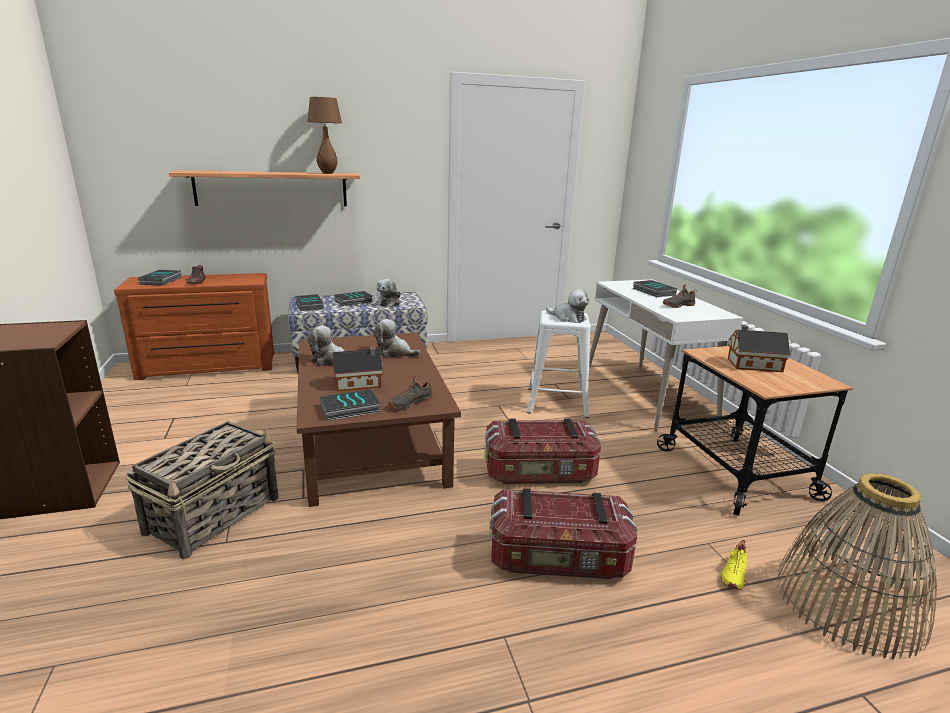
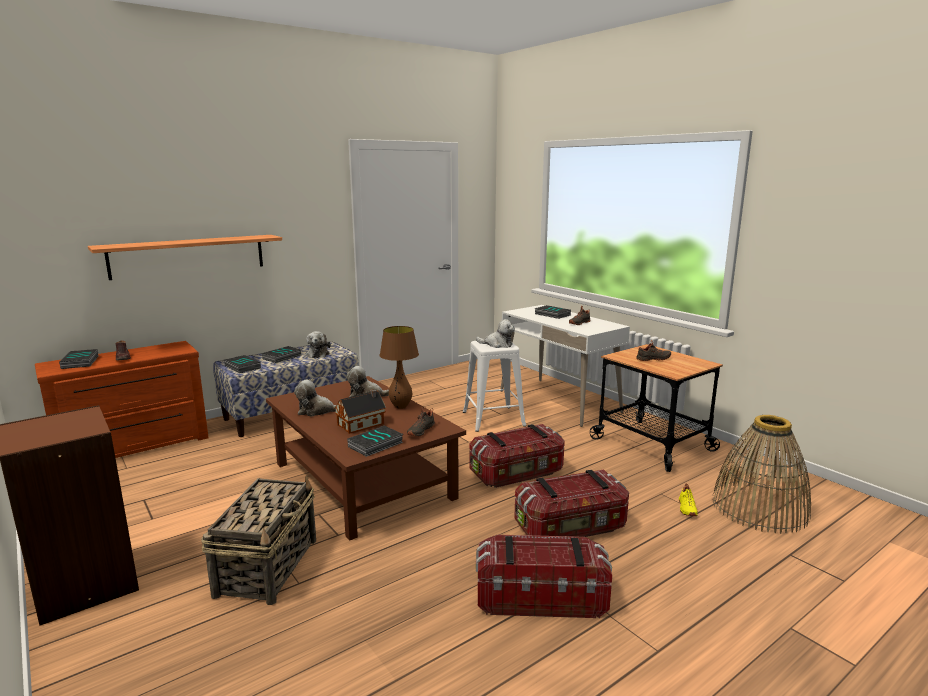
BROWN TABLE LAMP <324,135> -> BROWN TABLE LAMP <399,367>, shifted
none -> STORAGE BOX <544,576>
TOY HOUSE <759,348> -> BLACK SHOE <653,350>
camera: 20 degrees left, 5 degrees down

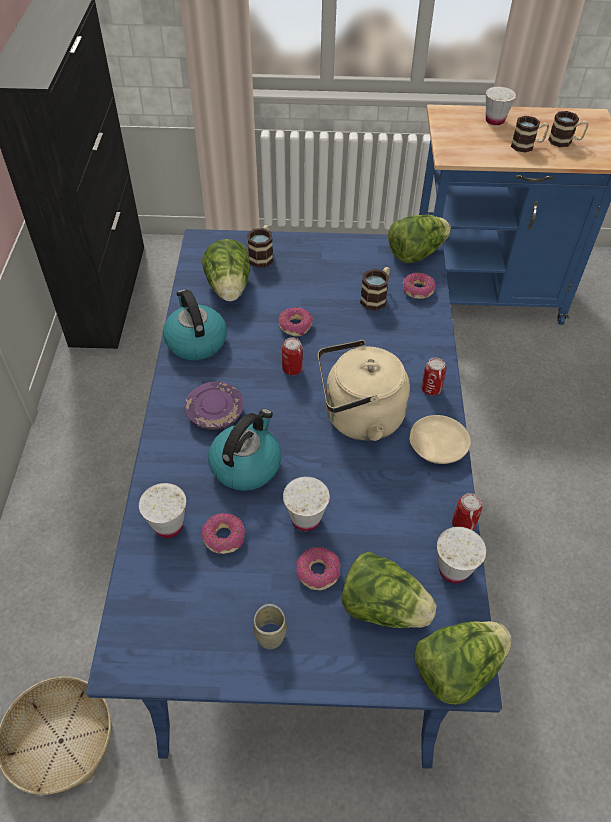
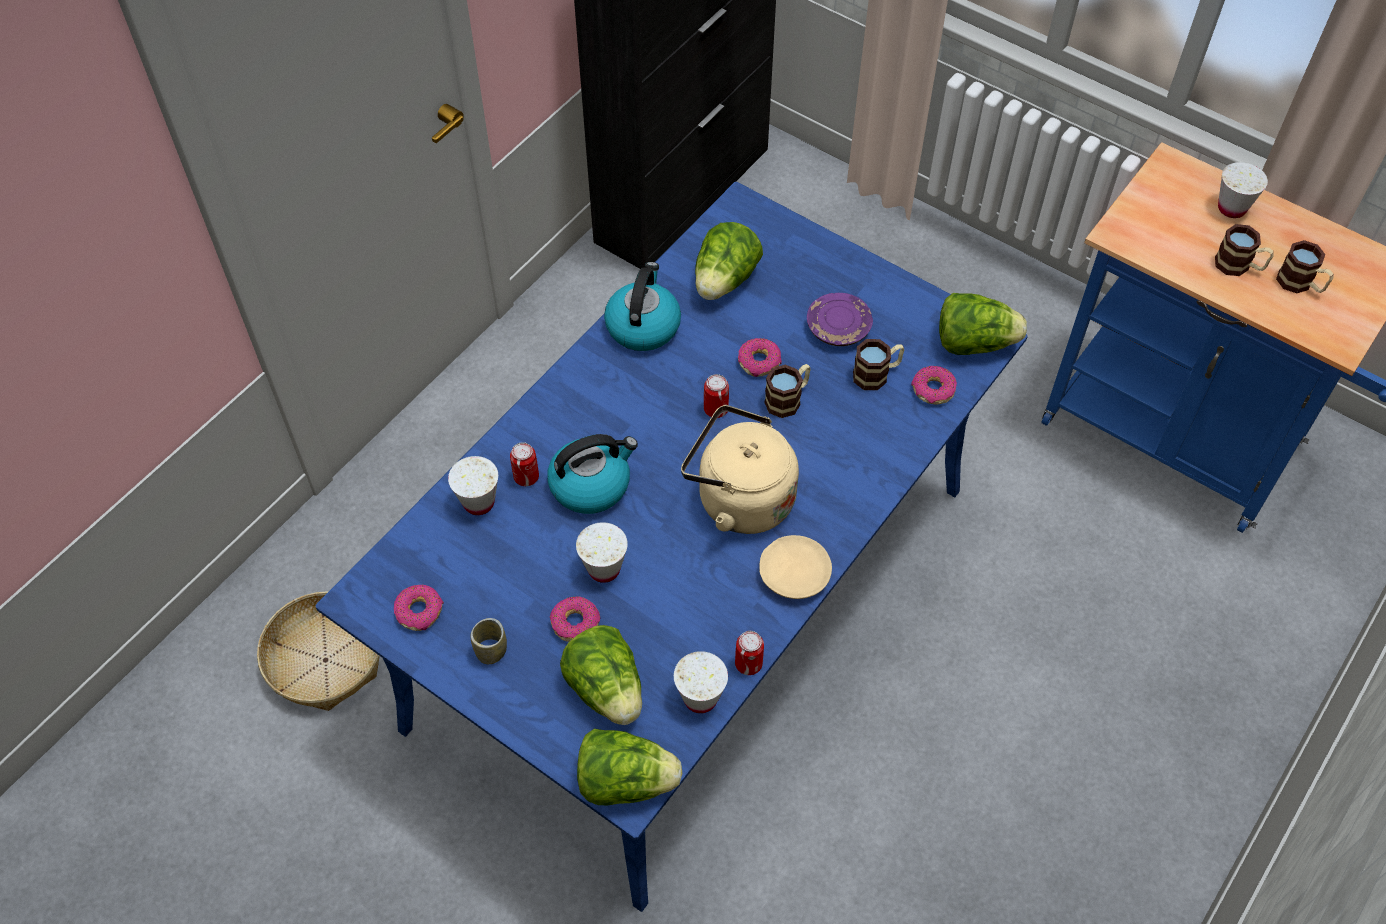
DONUT <223,533> -> DONUT <419,608>, shifted
CAN <433,376> -> CAN <524,464>, shifted
MUG <260,246> -> MUG <787,391>, shifted
PURPLE PLATE <214,406> -> PURPLE PLATE <840,319>, shifted
camera: 35 degrees right, 5 degrees up

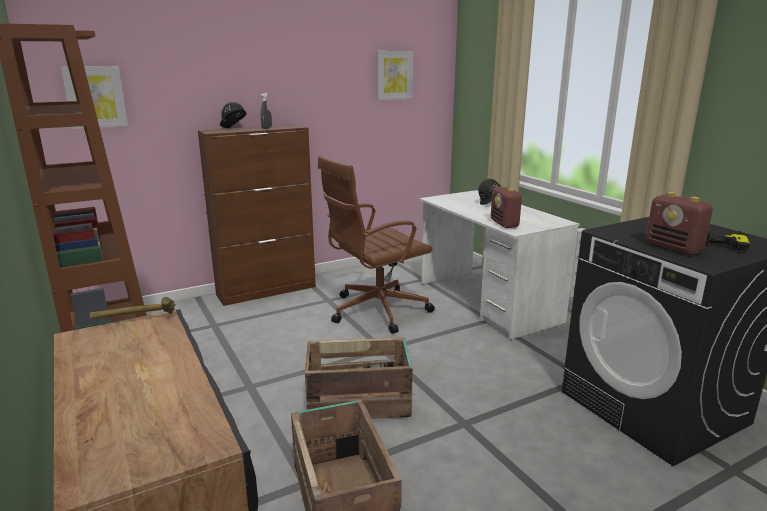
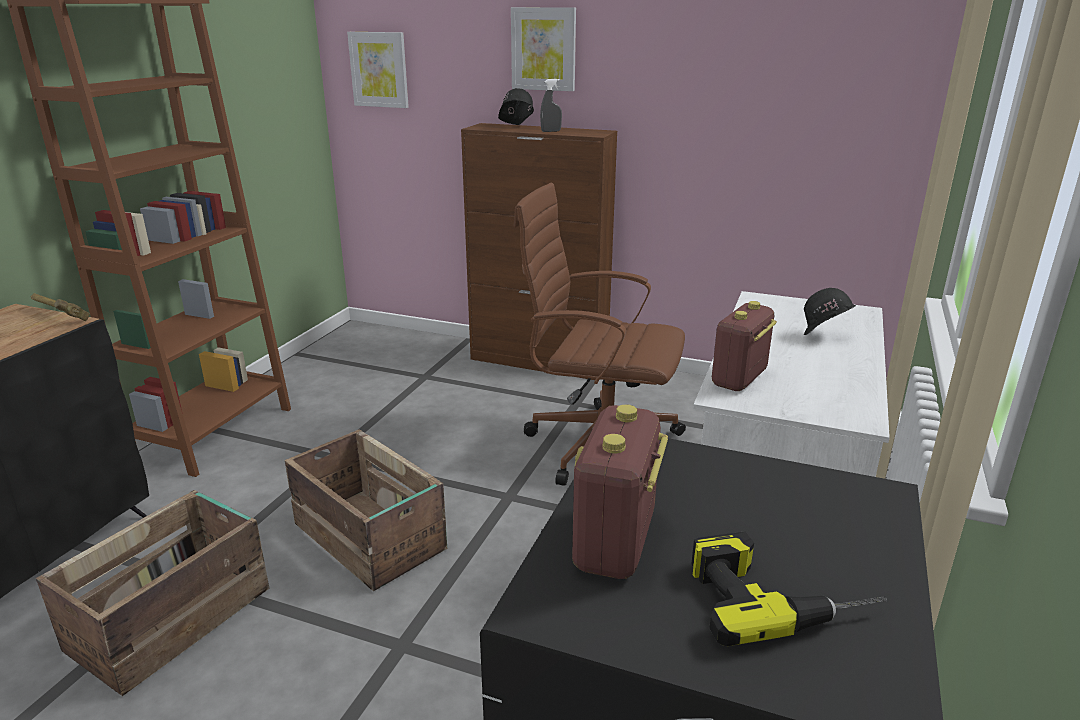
PICTURE <395,75> -> PICTURE <543,49>, shifted
camera: 50 degrees right, 5 degrees up

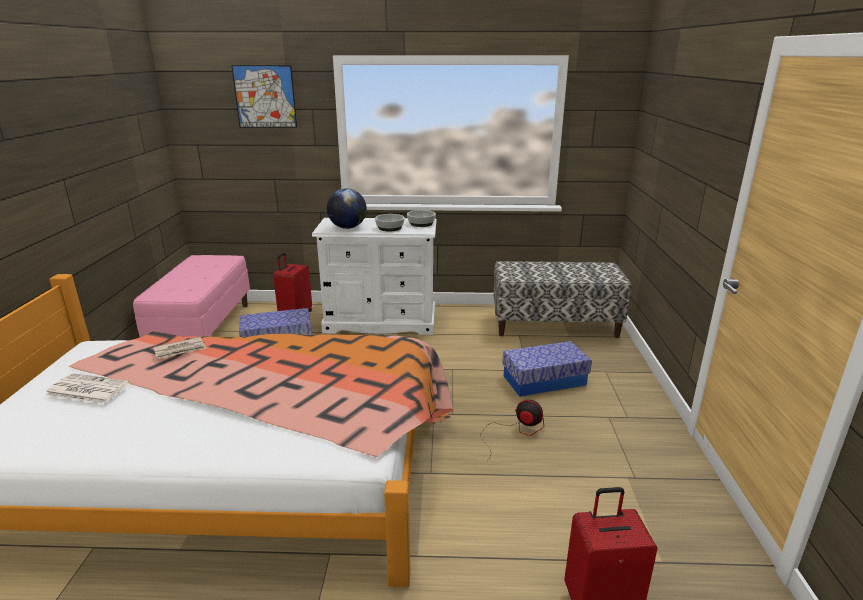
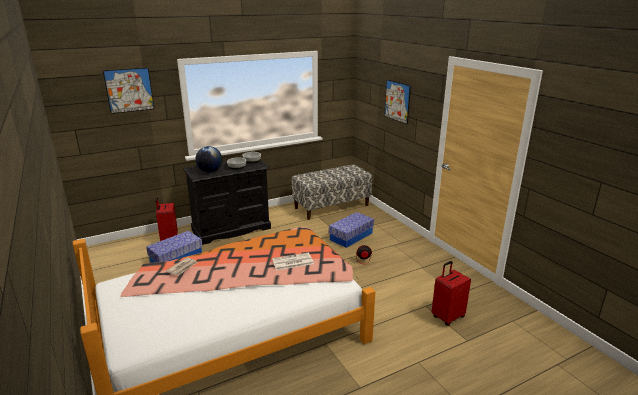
WHITE DRESSER <374,276> -> BLACK DRESSER <227,202>
NEWSPAPER <87,388> -> NEWSPAPER <293,261>, shifted
none -> PICTURE <397,102>
PINK BENCH <191,296> -> none
camera: 30 degrees left, 0 degrees up

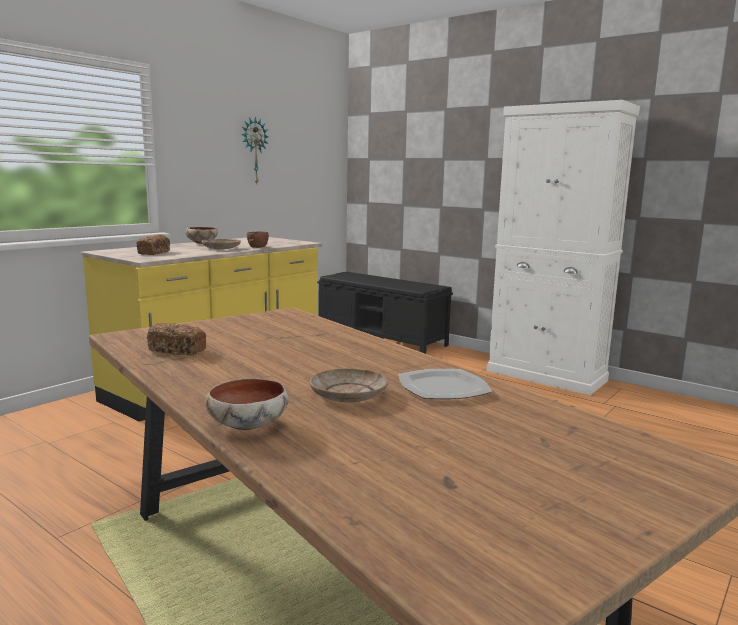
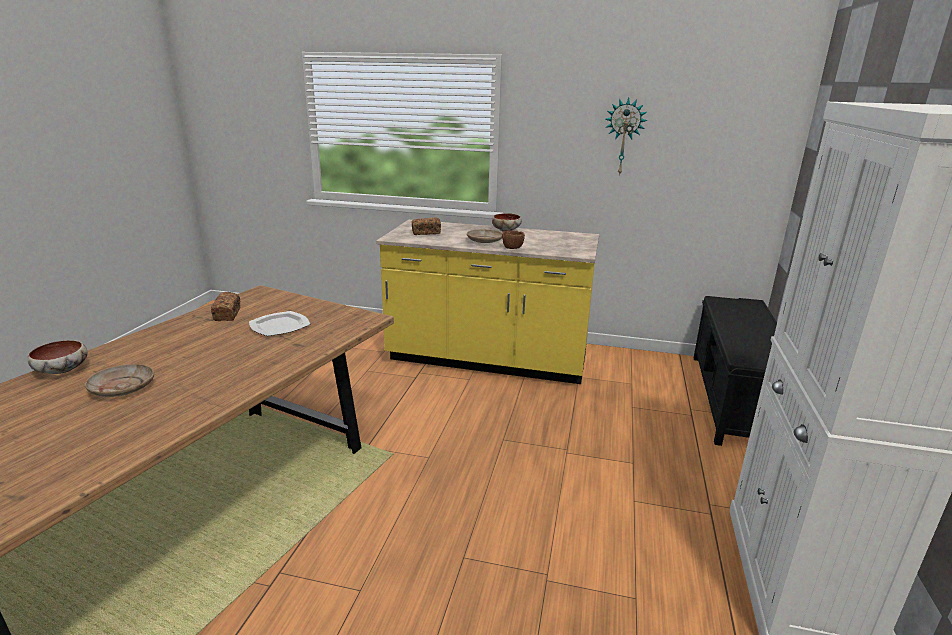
PLATE <445,384> -> PLATE <279,323>, shifted
camera: 65 degrees right, 10 degrees up

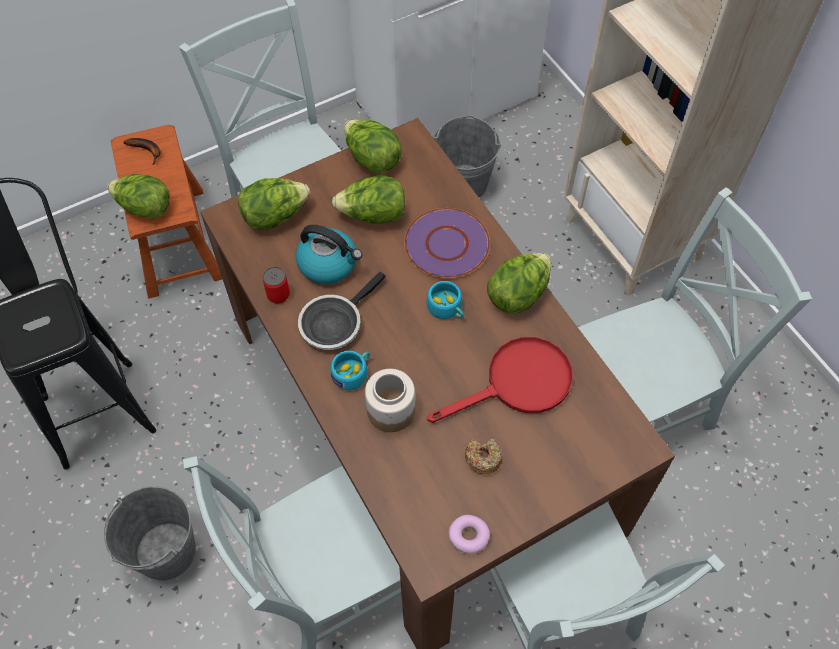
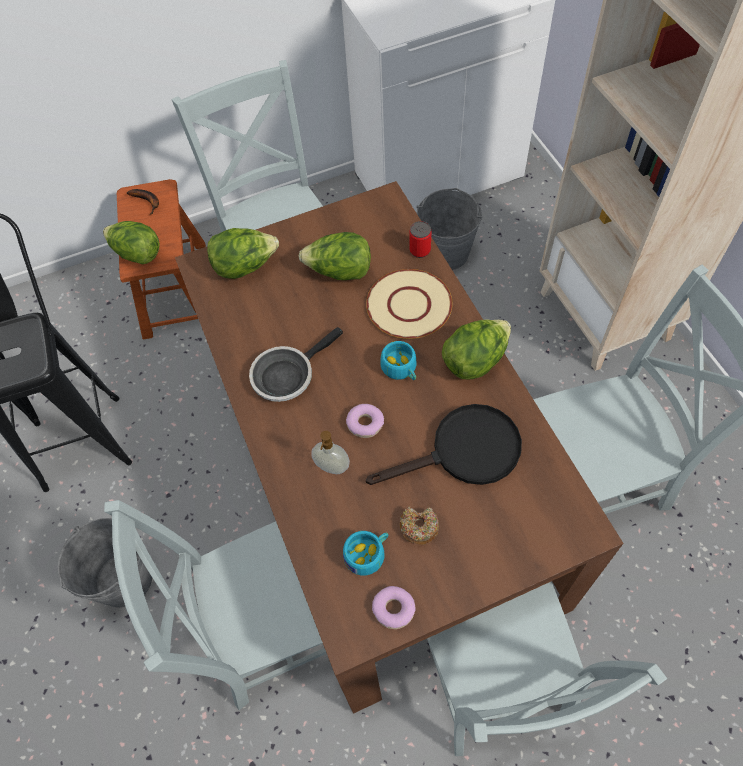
JAR <390,400> -> SOAP DISPENSER <330,452>
TURQUOISE CUP <350,370> -> TURQUOISE CUP <365,553>, shifted
none -> DONUT <365,421>
PURPLE PLATE <447,243> -> BEIGE PLATE <409,304>
RED FRYING PAN <500,380> -> BLACK FRYING PAN <444,444>
CAN <276,285> -> CAN <420,239>, shifted
KETTLE <329,254> -> none
LETTUCE <373,147> -> none
camera: 10 degrees right, 0 degrees up

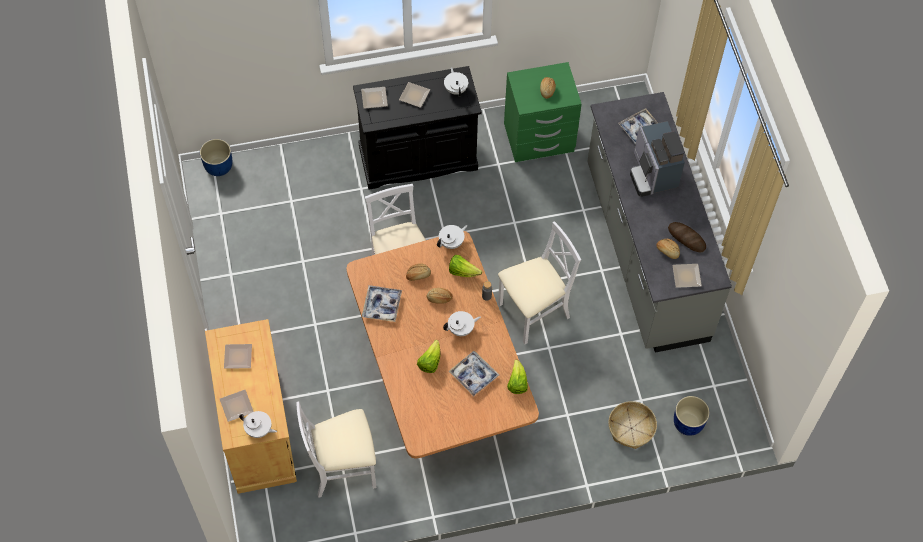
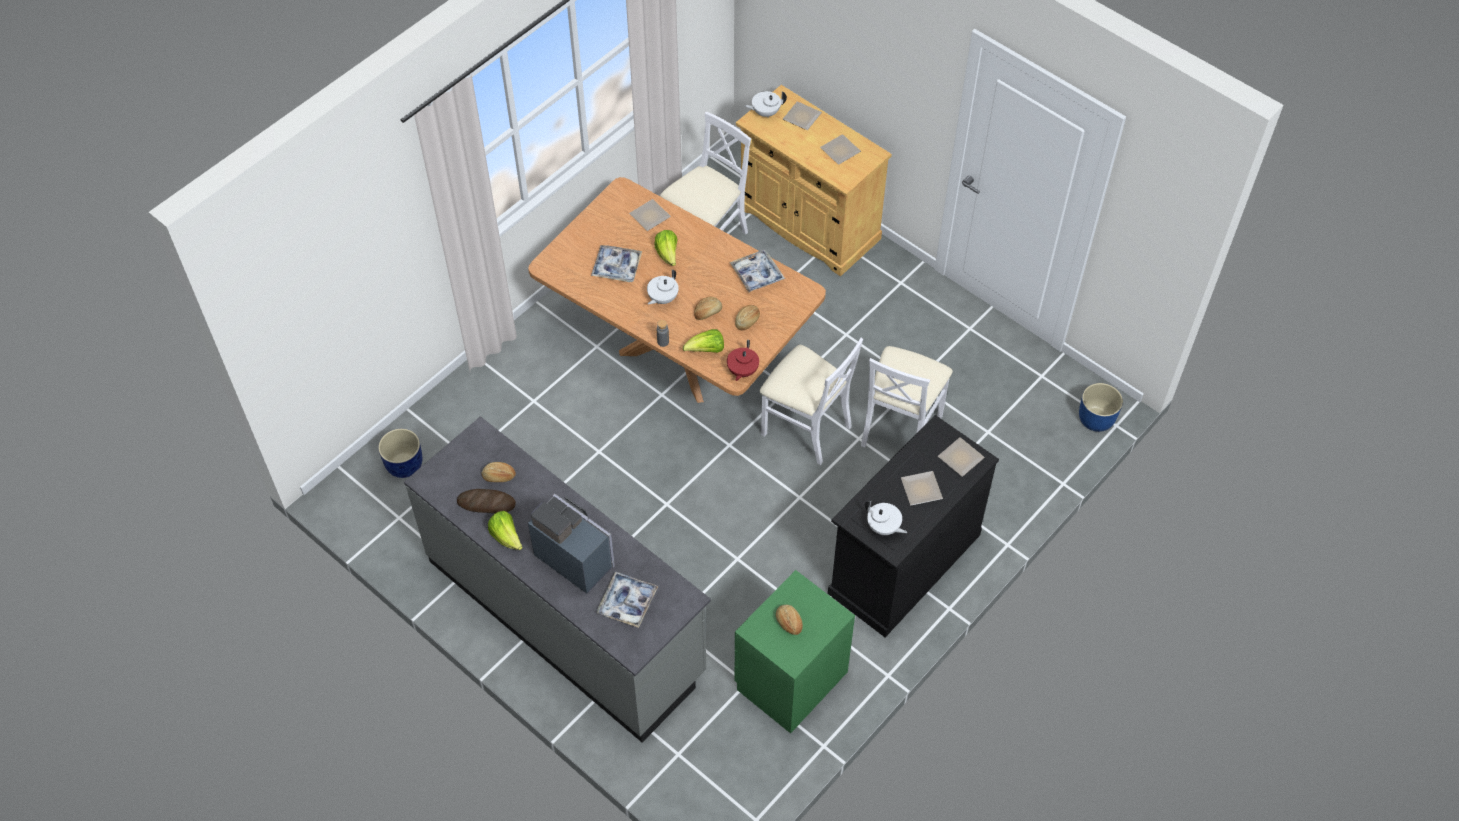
LETTUCE <517,377> -> LETTUCE <505,530>, shifted
PLATE <687,276> -> PLATE <650,215>, shifted
WHITE TEAPOT <452,237> -> RED TEAPOT <743,360>
WHITE CHAIR <539,282> -> WHITE CHAIR <907,396>, shifted
BASKET <632,425> -> none
camera: 145 degrees right, 5 degrees down

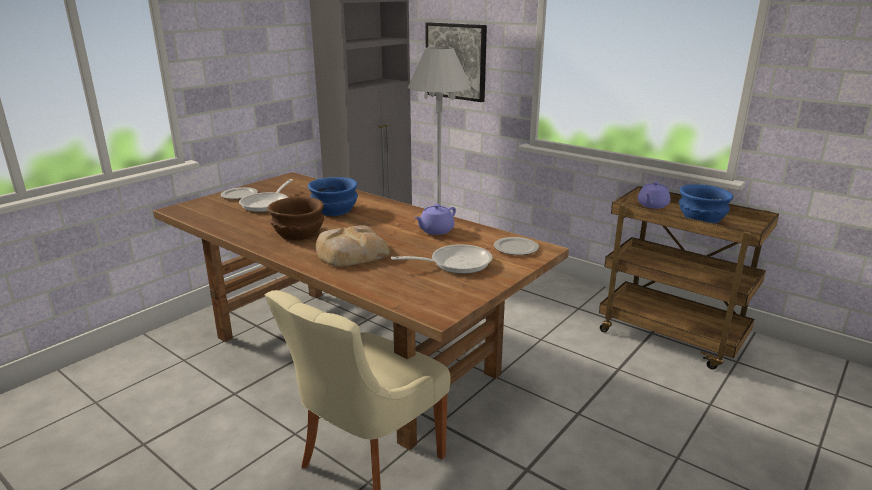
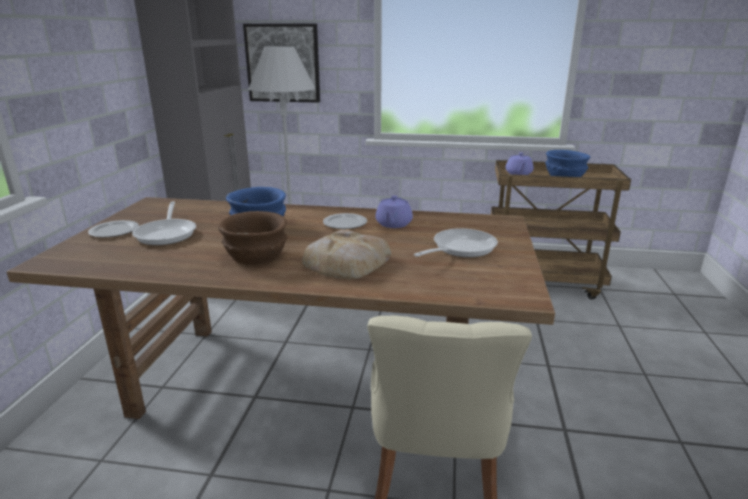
PLATE <516,246> -> PLATE <345,221>, shifted
camera: 30 degrees left, 0 degrees up

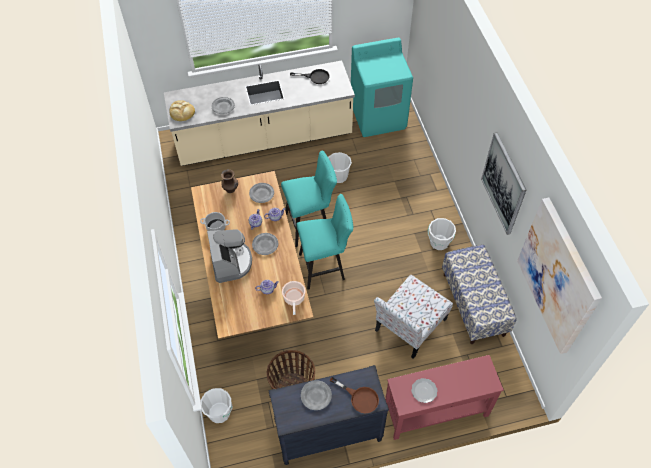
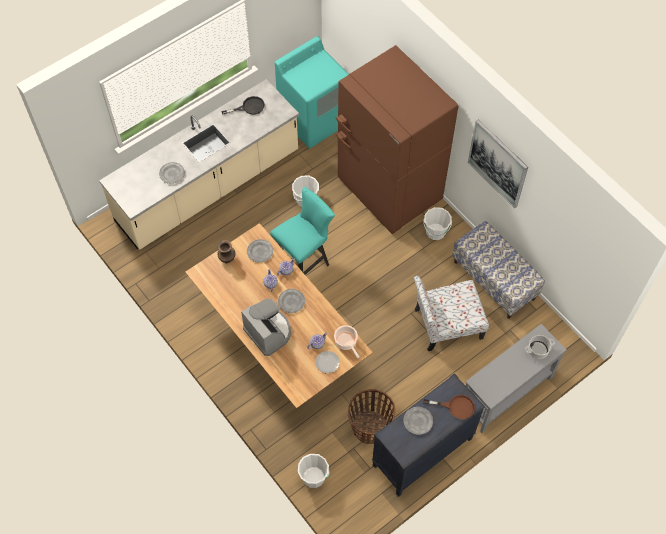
PLATE <424,390> -> PLATE <327,362>, shifted
none -> BROWN FRIDGE <397,139>
CHAIR <413,317> -> CHAIR <451,313>, 60 degrees clockwise
RED CONSOLE TABLE <444,397> -> GREY CONSOLE TABLE <516,378>
COOKING POT <215,221> -> COOKING POT <540,347>, shifted
BREAD <182,110> -> none
TURQUOISE STOOL <324,242> -> none
PICTURE <559,276> -> none
camera: 25 degrees left, 5 degrees up

